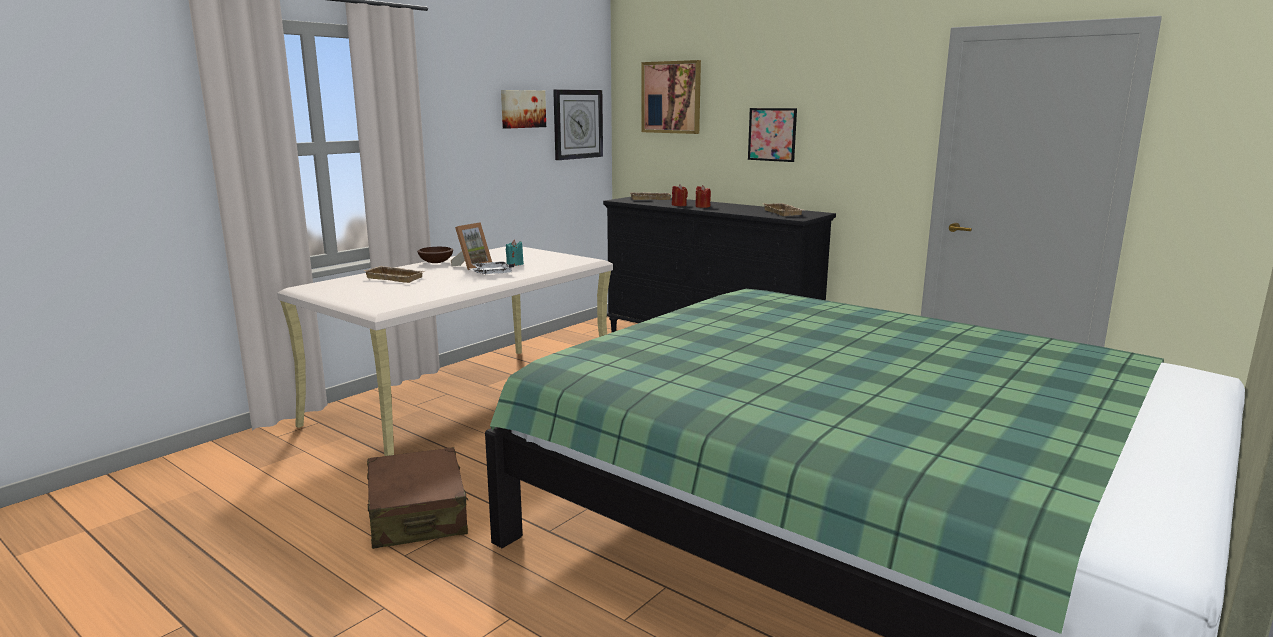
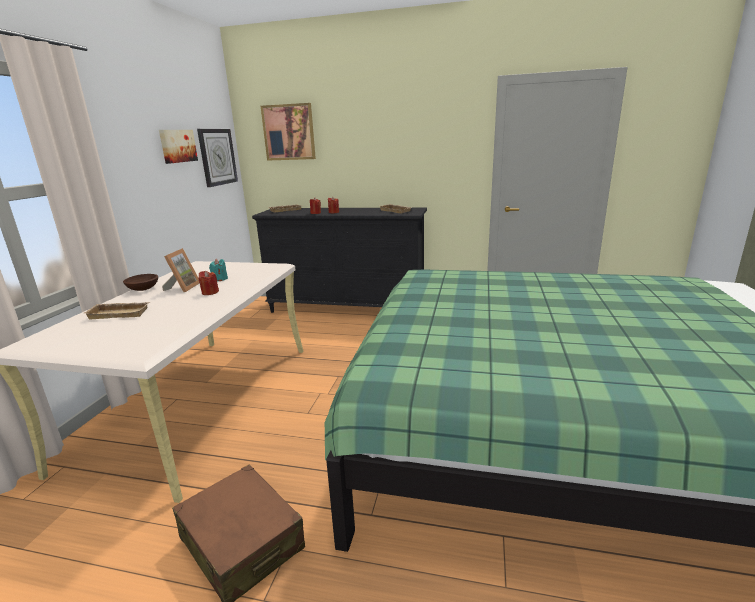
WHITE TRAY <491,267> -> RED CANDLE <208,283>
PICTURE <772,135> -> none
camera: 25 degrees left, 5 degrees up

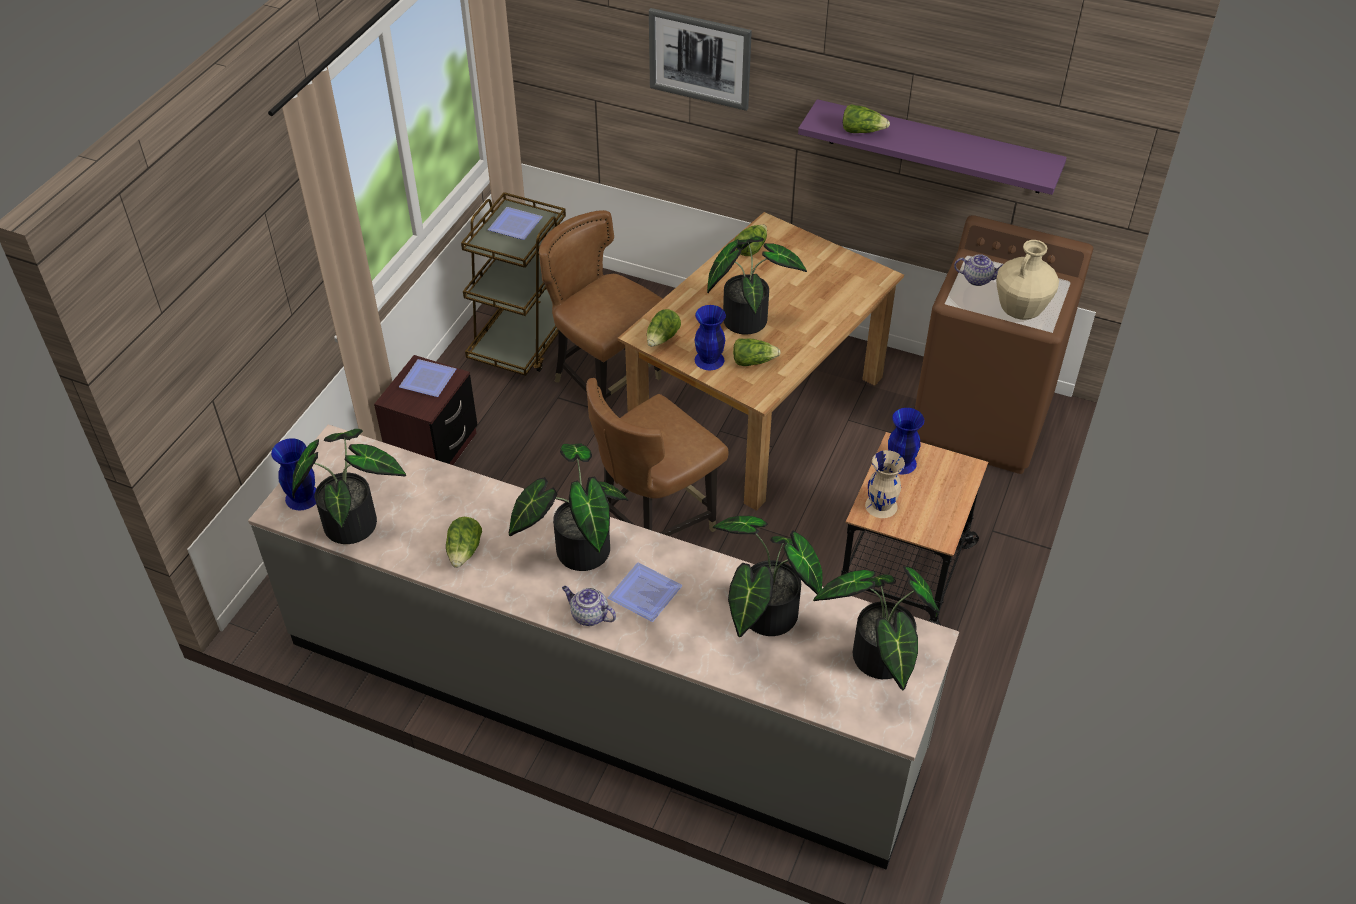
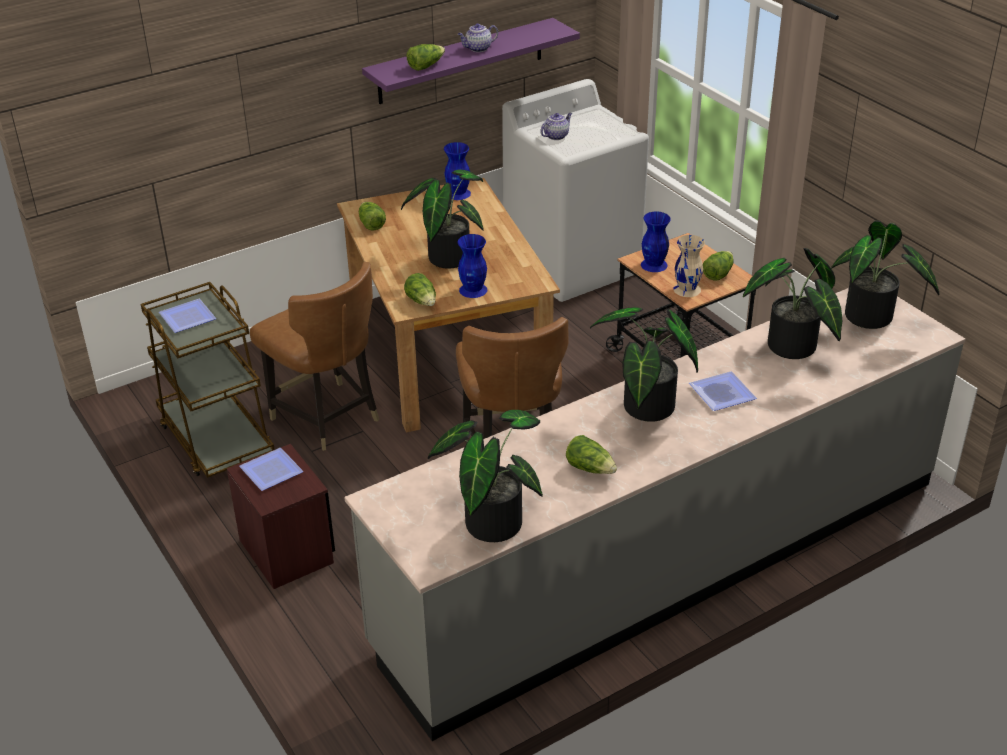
BROWN CHAIR <601,305> -> BROWN CHAIR <314,356>, 120 degrees counterclockwise
BLUE VASE <294,474> -> BLUE VASE <457,171>, shifted
TEAPOT <589,606> -> TEAPOT <478,37>, shifted
BROWN WASHING MACHINE <1004,344> -> WHITE WASHING MACHINE <575,190>
LETTUCE <757,352> -> LETTUCE <718,266>, shifted
PICTURE <700,59> -> none
BEIGE VASE <1027,280> -> none
camera: 55 degrees left, 10 degrees down

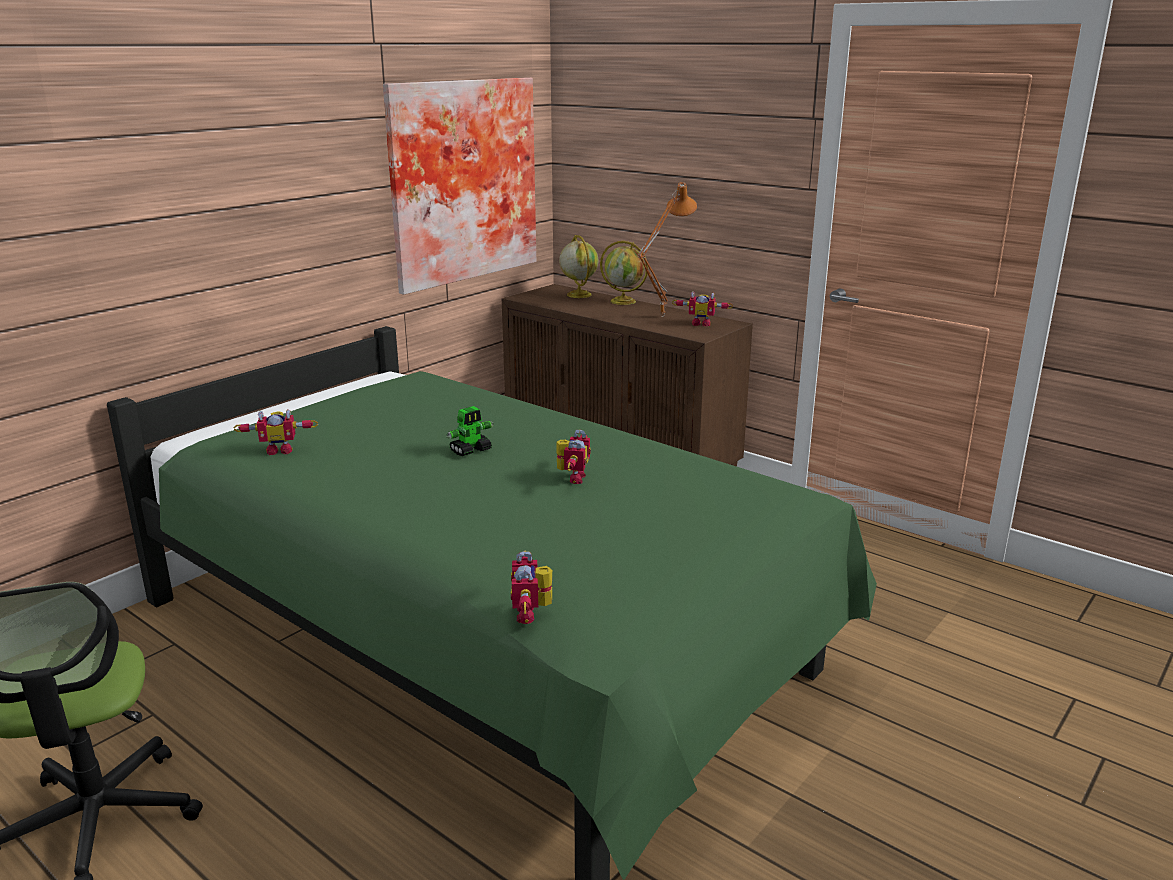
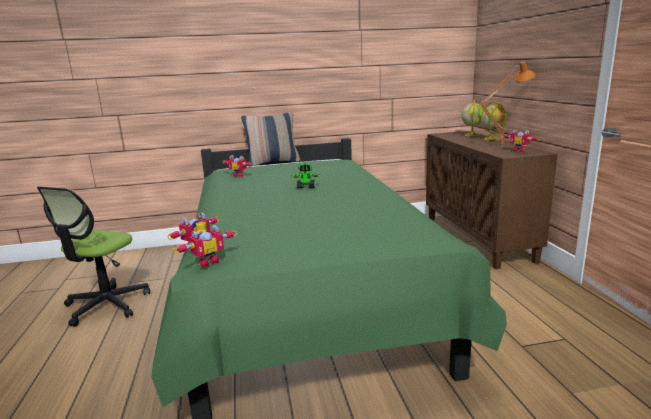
TOY ROBOT <573,457> -> TOY ROBOT <205,246>, shifted
none -> PILLOW <270,139>
PICTURE <459,186> -> none
camera: 40 degrees right, 5 degrees down

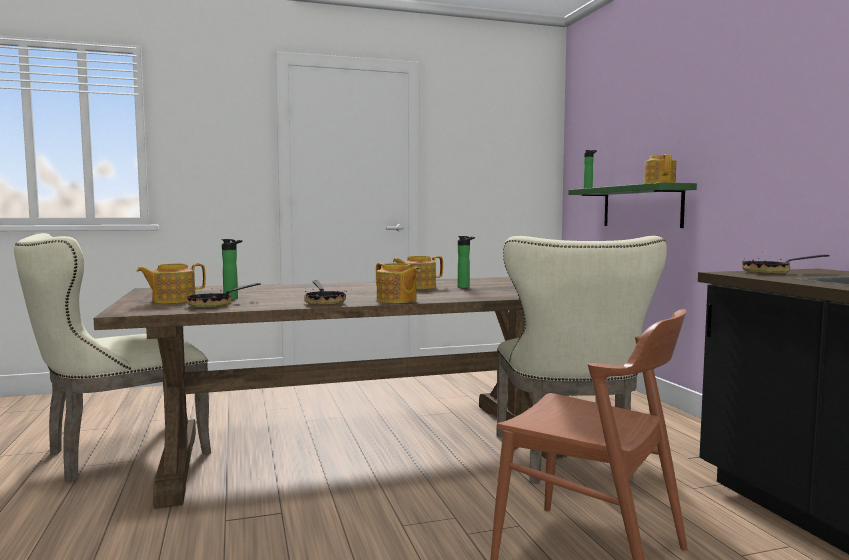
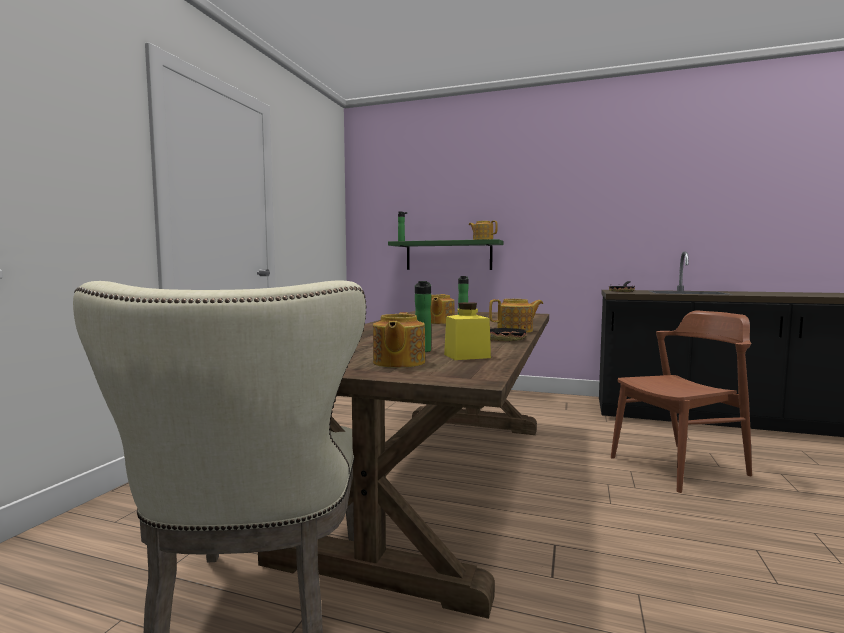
FRYING PAN <224,295> -> YELLOW JAR <467,331>
BEIGE CHAIR <581,360> -> none
camera: 55 degrees left, 0 degrees up

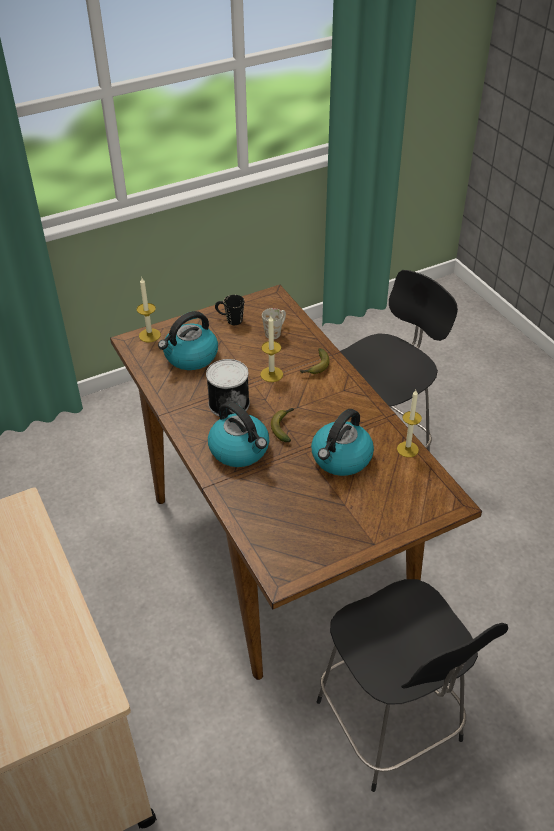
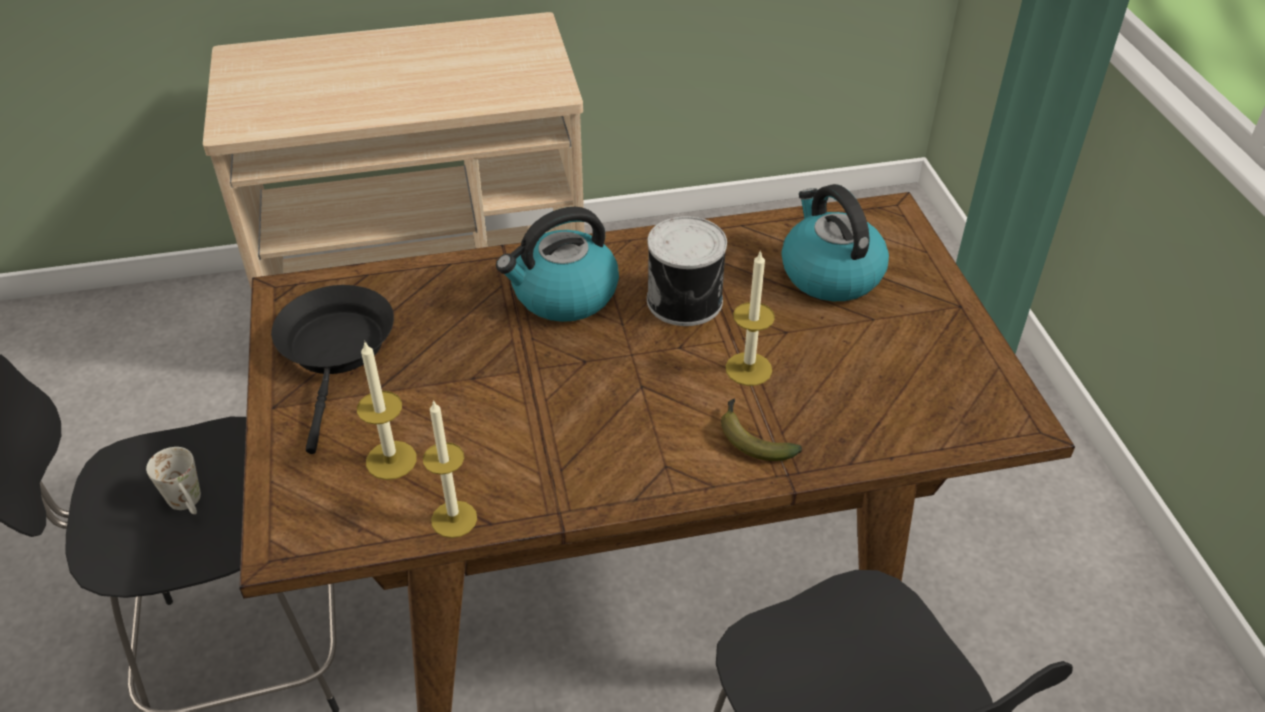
WHITE MUG <274,323> -> WHITE MUG <173,480>, shifted
none -> BLACK FRYING PAN <332,369>
CANDLE <149,310> -> CANDLE <387,410>, shifted
BLACK MUG <230,310> -> none
BANANA <282,425> -> none
KETTLE <342,442> -> none
camera: 105 degrees right, 0 degrees up

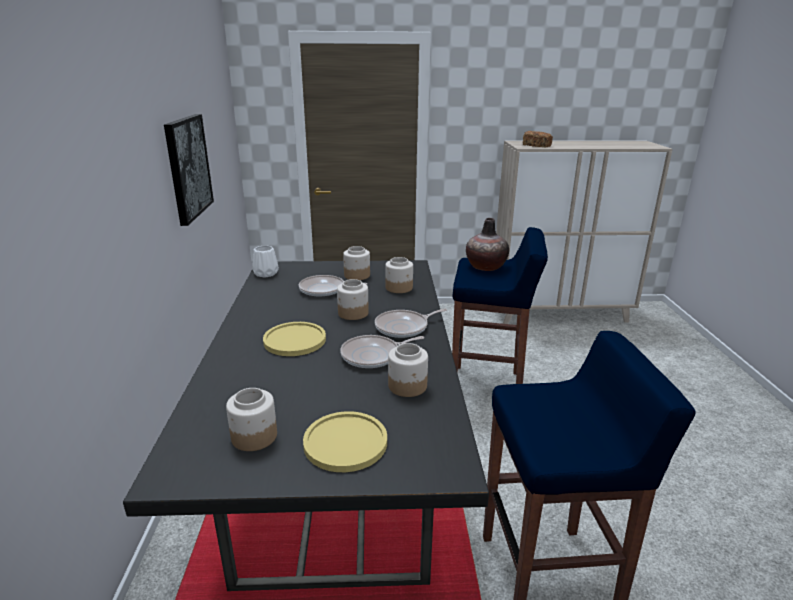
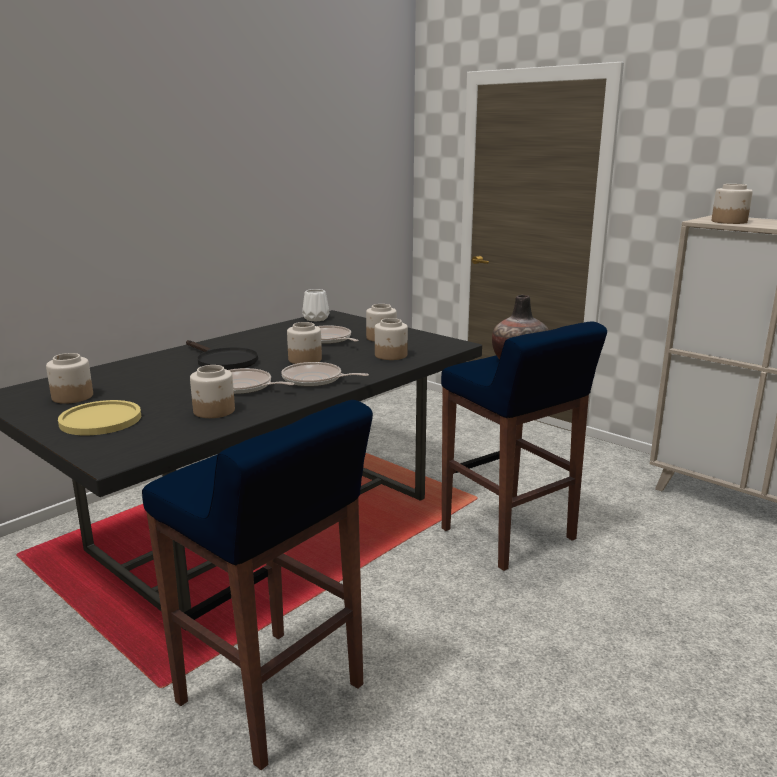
YELLOW PLATE <294,339> -> BLACK FRYING PAN <222,355>
BREAD <538,139> -> JAR <732,204>
PICTURE <189,170> -> none
camera: 45 degrees right, 5 degrees down

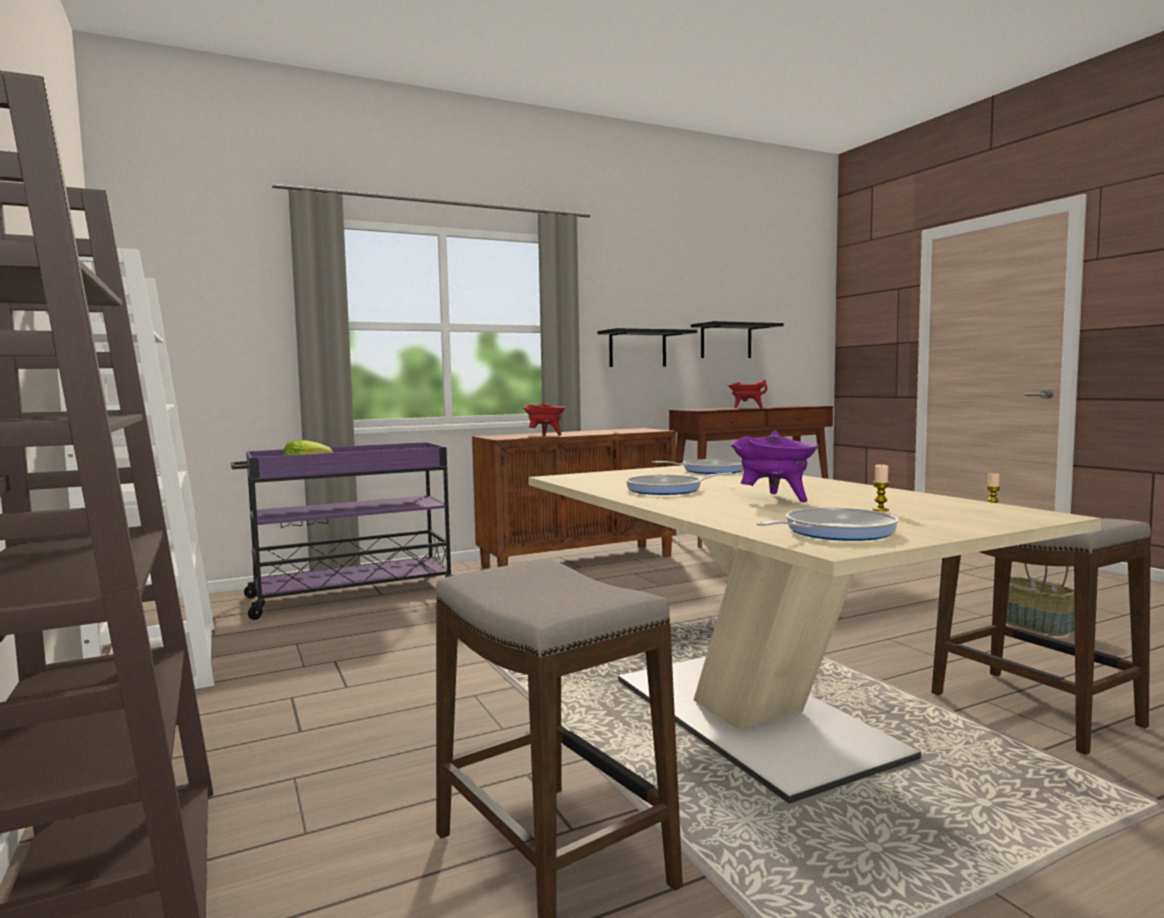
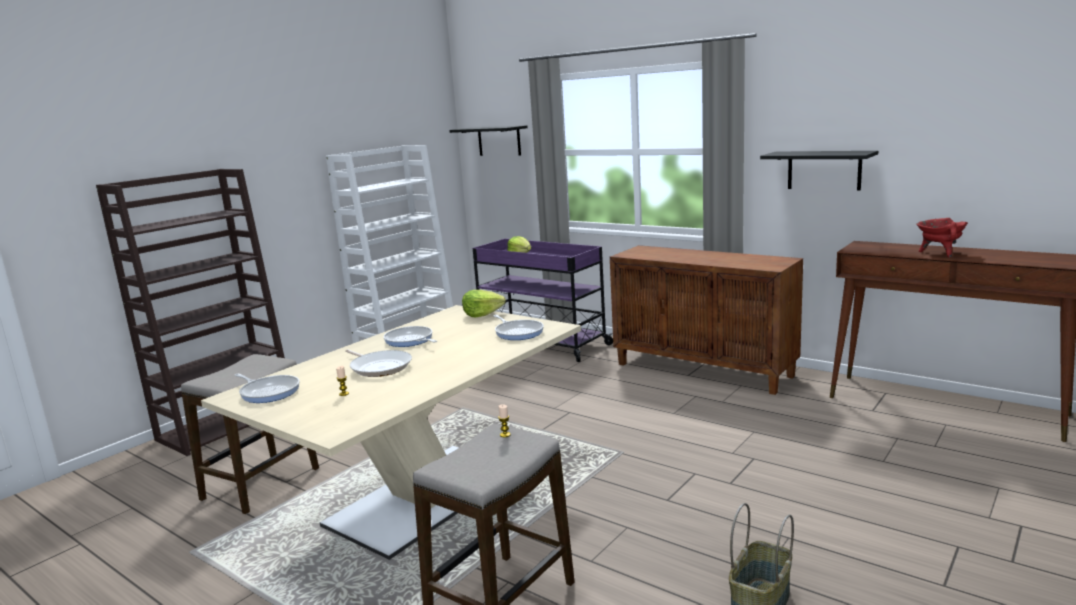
PURPLE COOKING POT <775,466> -> FRYING PAN <378,363>
BLACK SHELF <737,339> -> BLACK SHELF <488,140>, shifted
none -> LETTUCE <484,303>
RED COOKING POT <544,418> -> none
camera: 65 degrees right, 10 degrees up

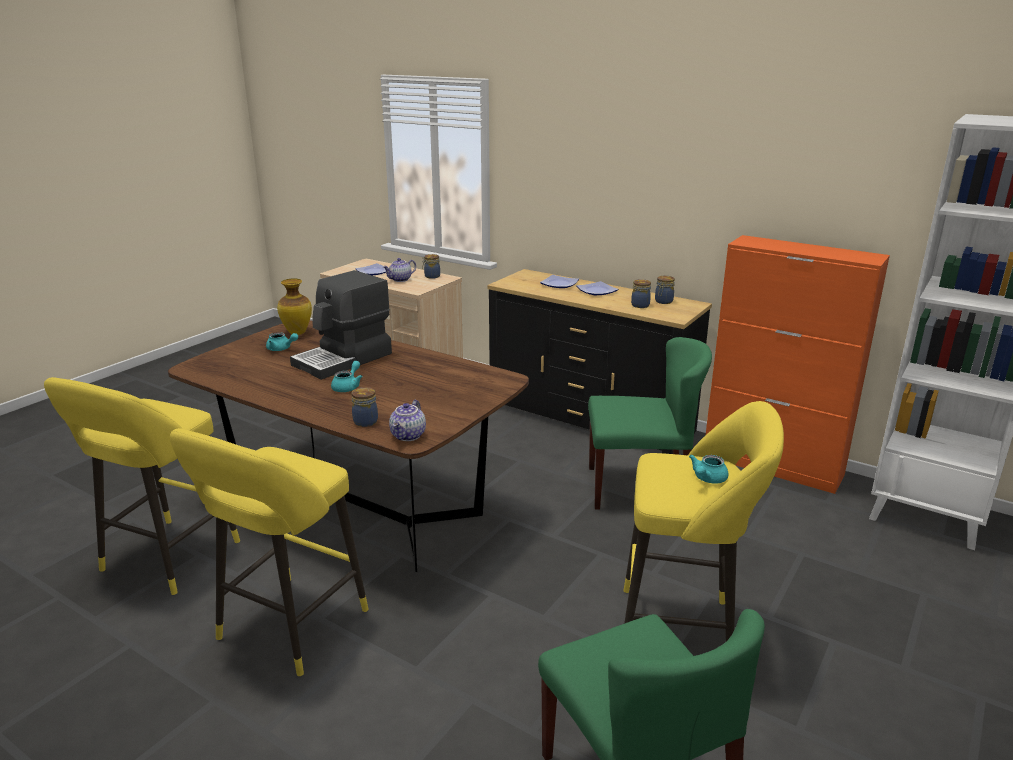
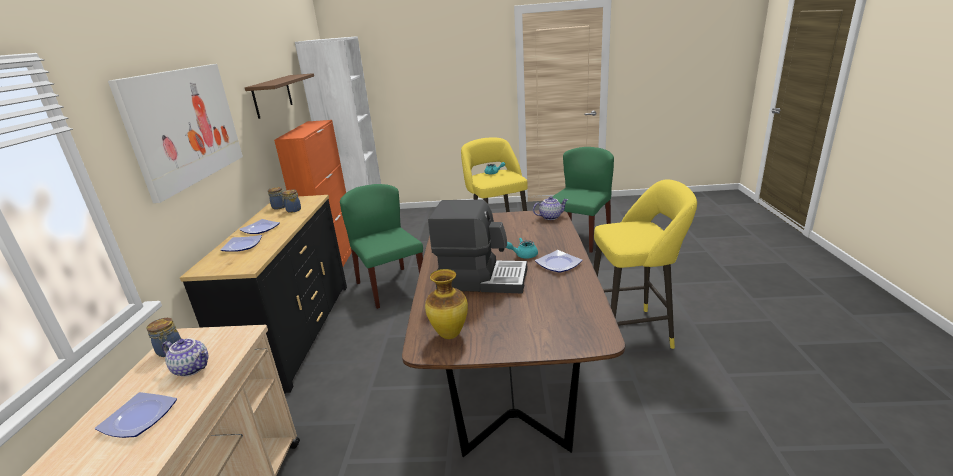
none -> PICTURE <175,133>
none -> BROWN SHELF <279,96>
none -> PLATE <559,261>
YELLOW STOOL <142,486> -> none
TURQUOISE TEAPOT <282,341> -> none
JAR <364,407> -> none
camera: 120 degrees left, 0 degrees up

